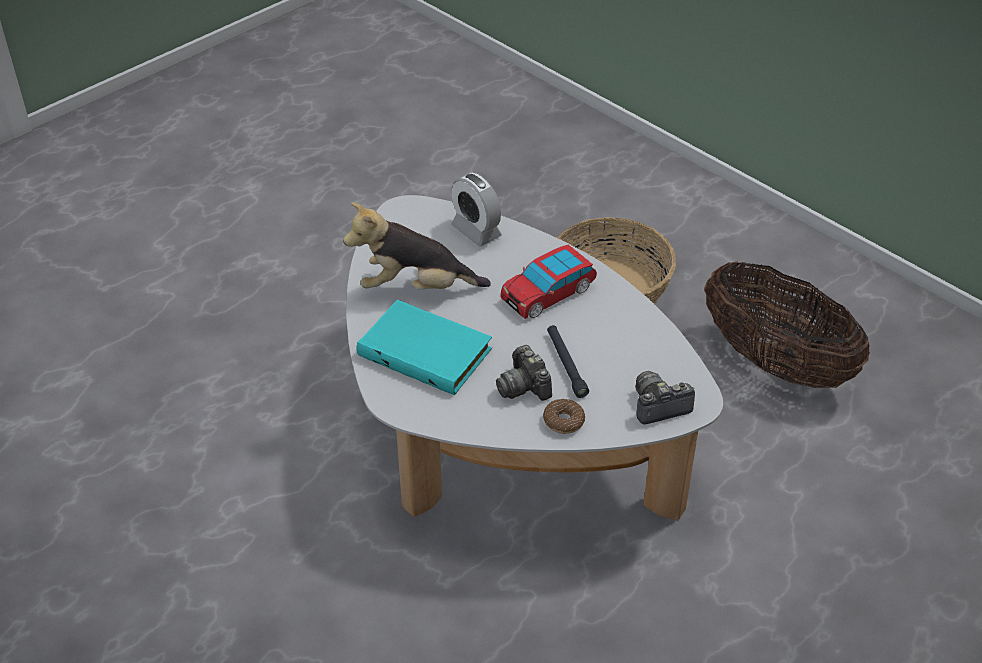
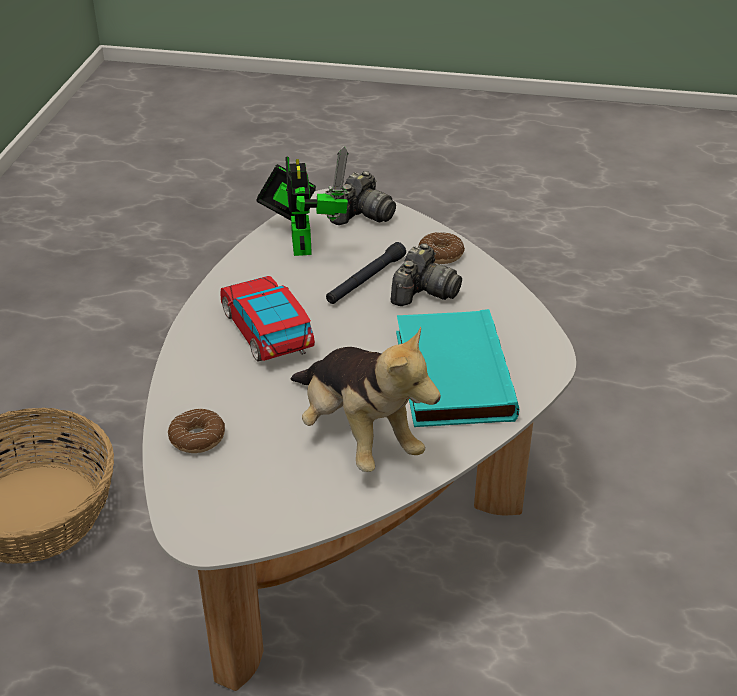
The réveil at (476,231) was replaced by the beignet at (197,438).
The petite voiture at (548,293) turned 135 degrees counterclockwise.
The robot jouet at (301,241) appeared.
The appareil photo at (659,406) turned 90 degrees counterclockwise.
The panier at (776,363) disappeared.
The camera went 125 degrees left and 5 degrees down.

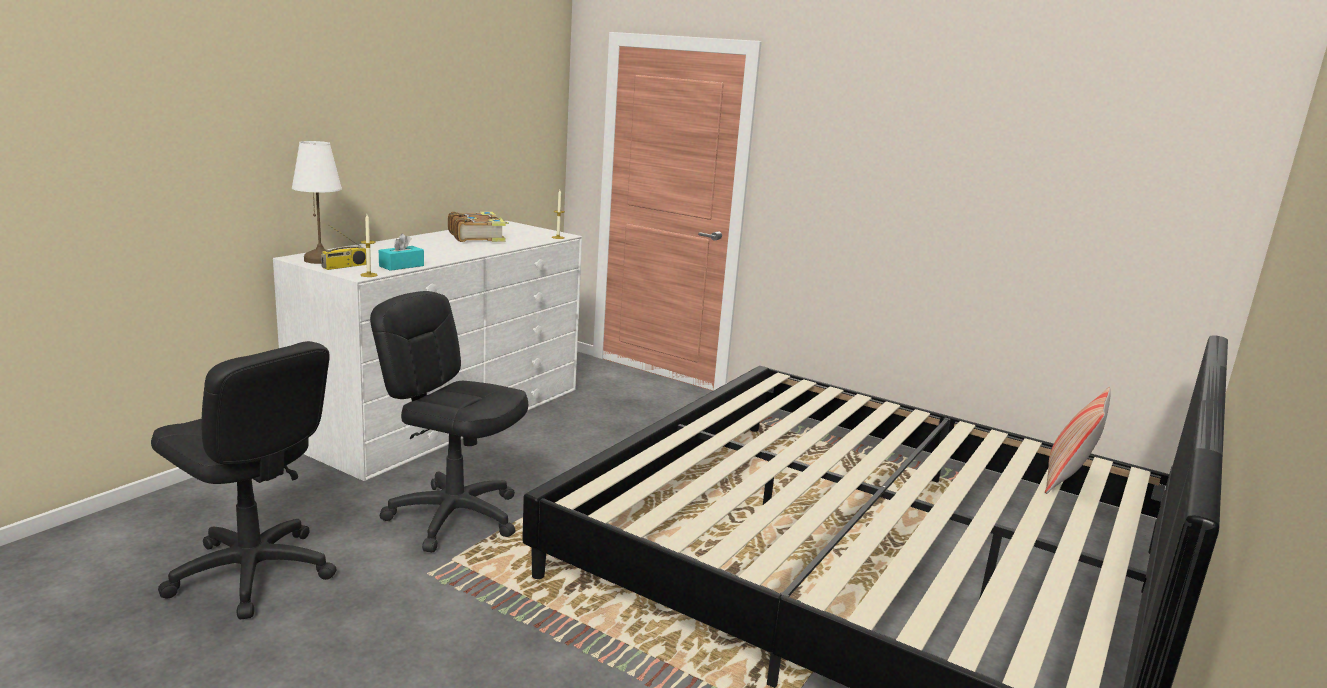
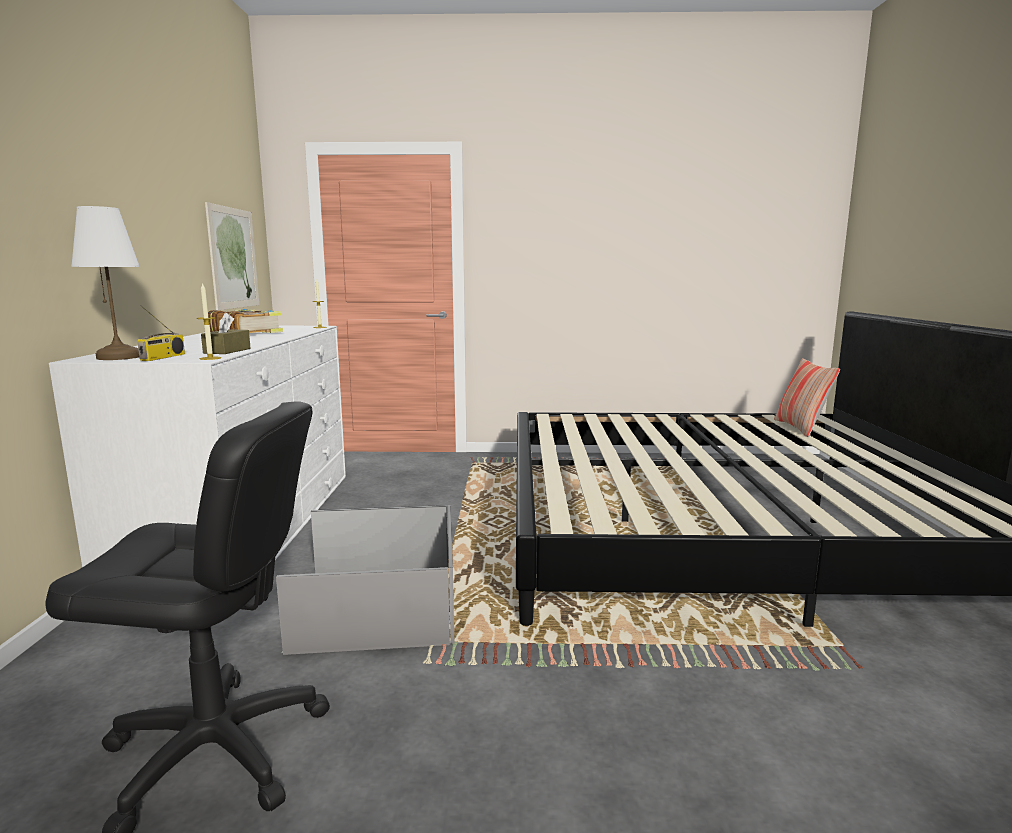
The boîte à mouchoirs [turquoise] at (401,266) became the boîte à mouchoirs [marron] at (227,351).
The tableau at (233,258) appeared.
The chaise de bureau [noir] at (454,516) was replaced by the boîte de rangement [gris] at (377,604).
The camera went 30 degrees left and 5 degrees down.

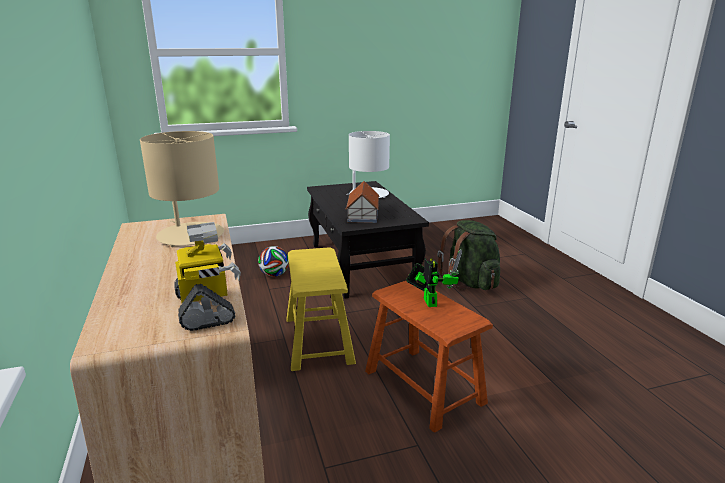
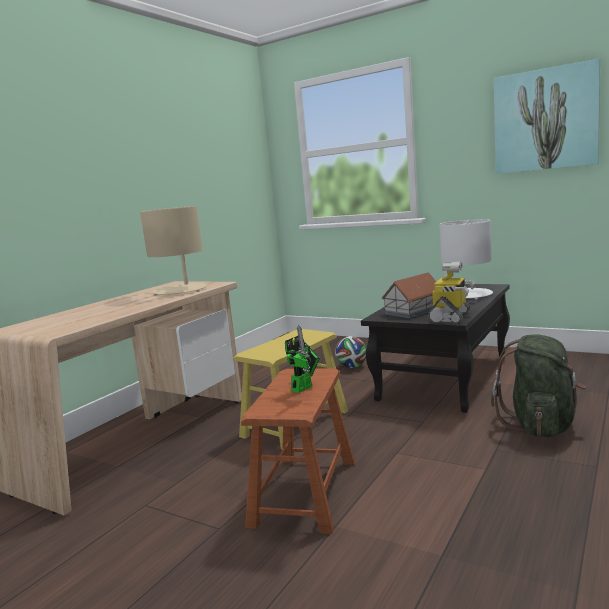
The robot jouet moved from (206,309) to (451,317).
The tableau at (545,120) appeared.
The camera went 50 degrees right and 10 degrees down.

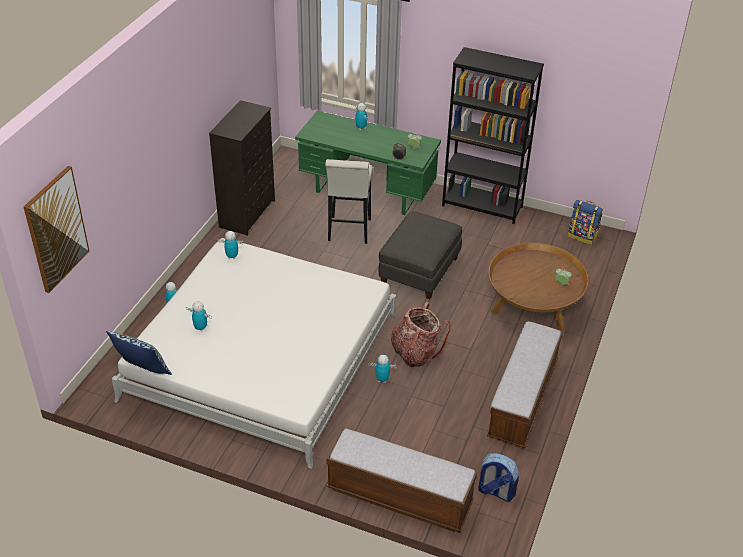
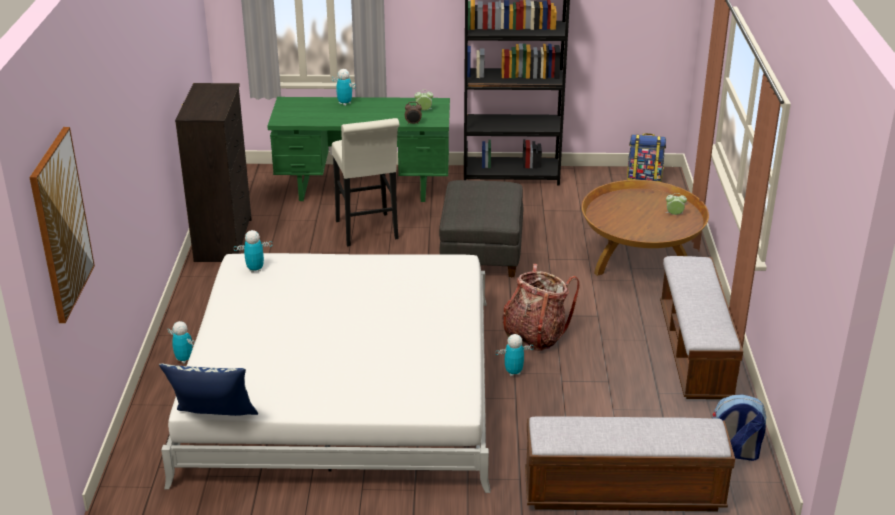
The robot jouet at (200,328) disappeared.
The camera went 20 degrees left and 10 degrees down.

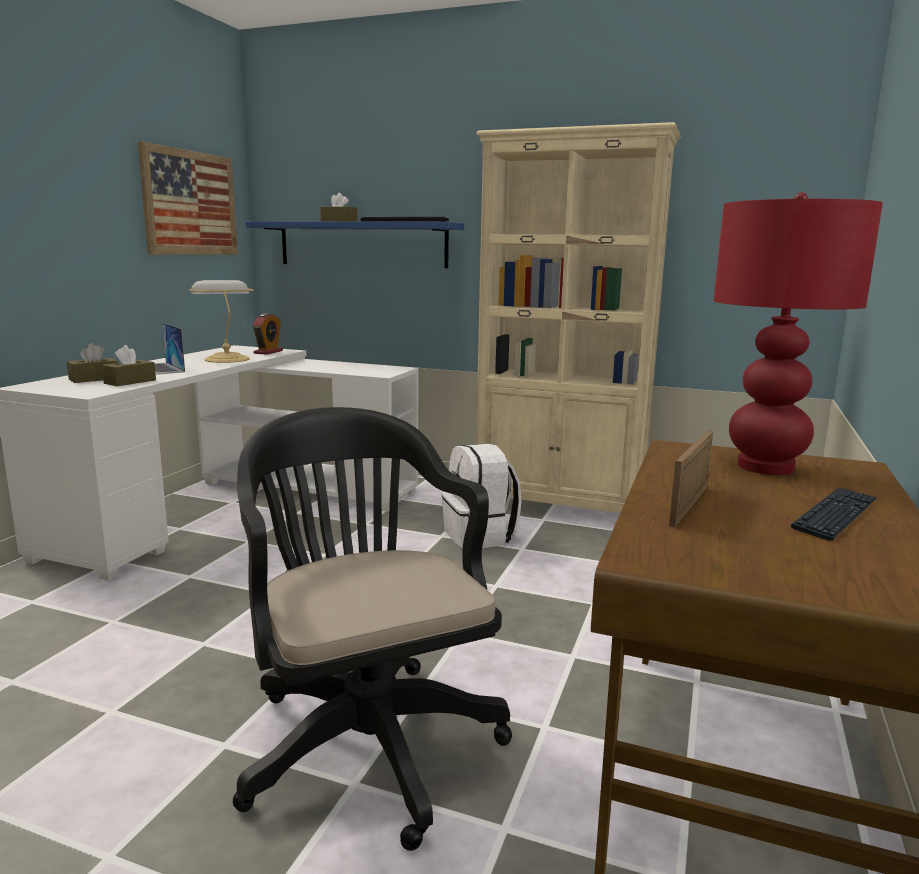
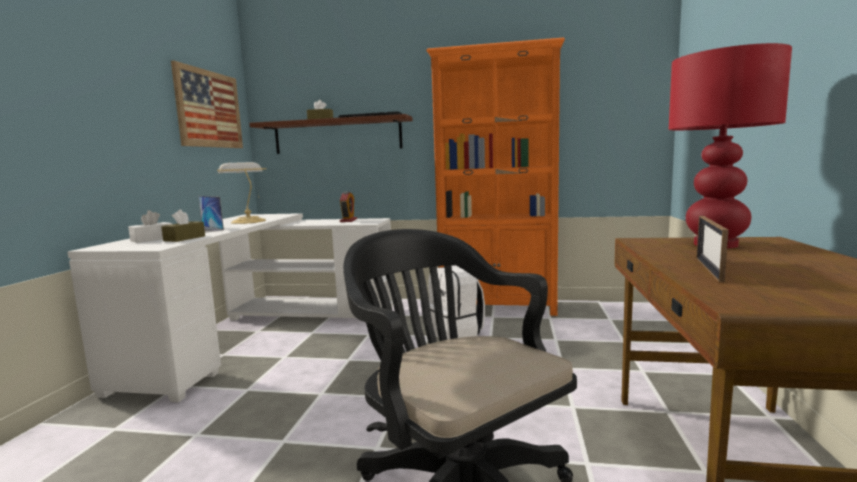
The boîte à mouchoirs [marron] at (94,379) became the boîte à mouchoirs [blanc] at (152,239).
The étagère [bleu] at (362,244) became the étagère [marron] at (337,136).
The réveil moved from (268,352) to (348,220).
The bibliothèque [beige] at (559,507) became the bibliothèque [orange] at (498,307).
The clavier at (836,515) disappeared.
The camera went 10 degrees left and 5 degrees down.

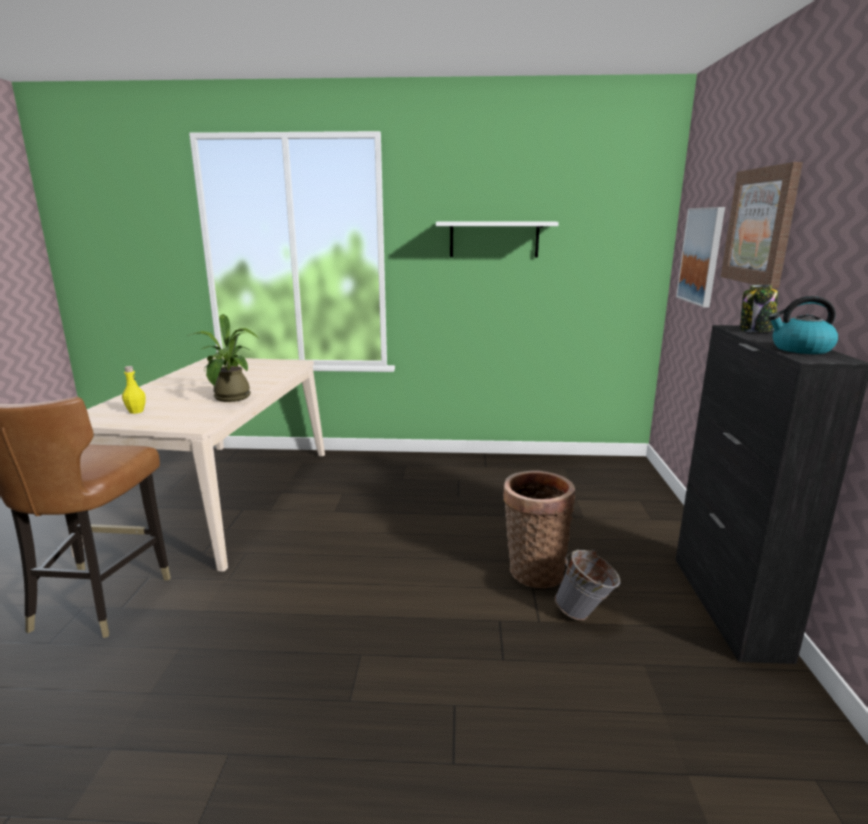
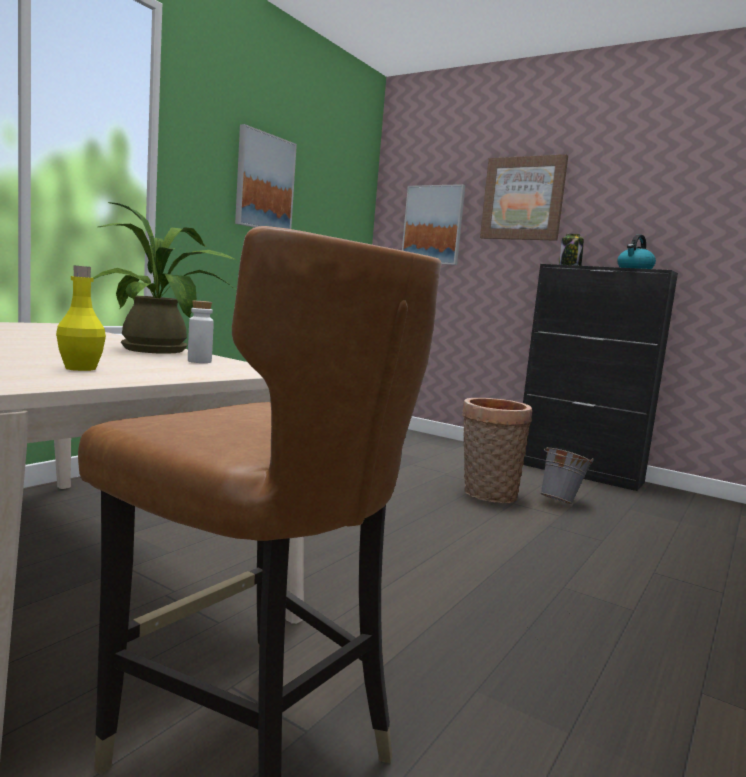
The bouteille [blanc] at (199,361) appeared.
The étagère [blanc] at (494,239) was replaced by the tableau at (264,182).
The camera went 60 degrees left and 10 degrees down.

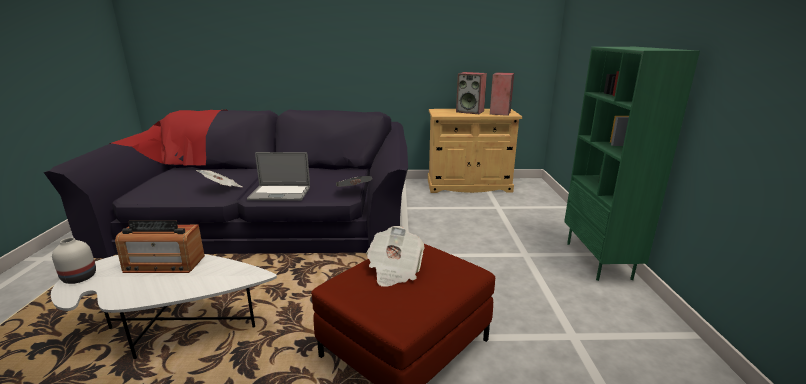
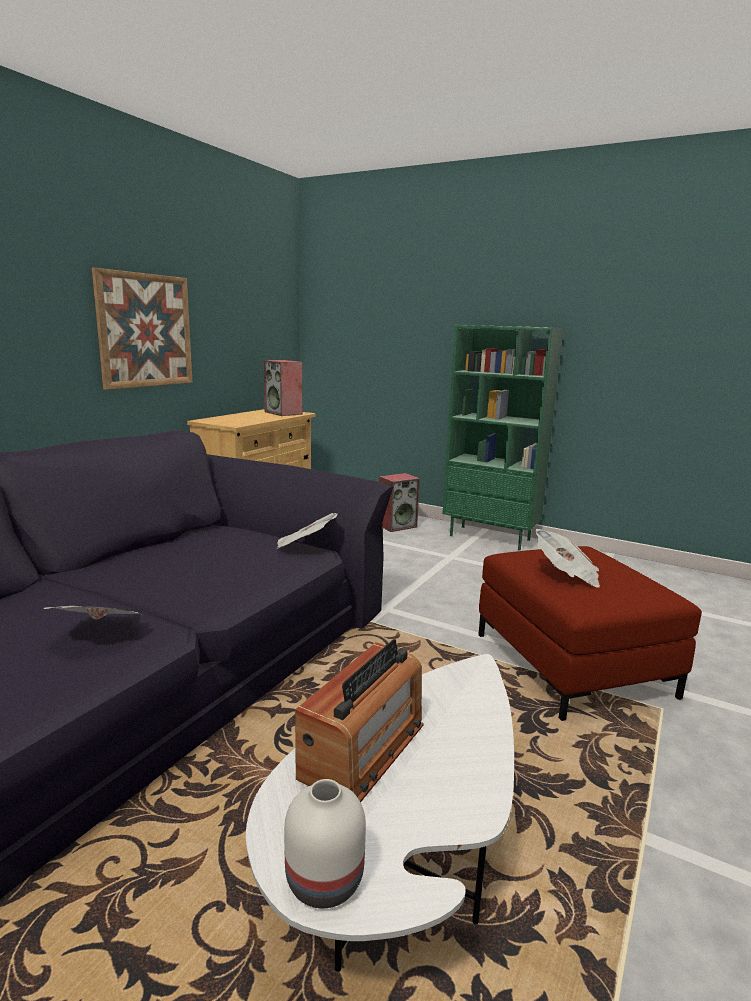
The tableau at (145,330) appeared.
The enceinte moved from (470,111) to (397,525).
The ordinateur portable at (280,193) disappeared.
The camera went 60 degrees left and 5 degrees down.

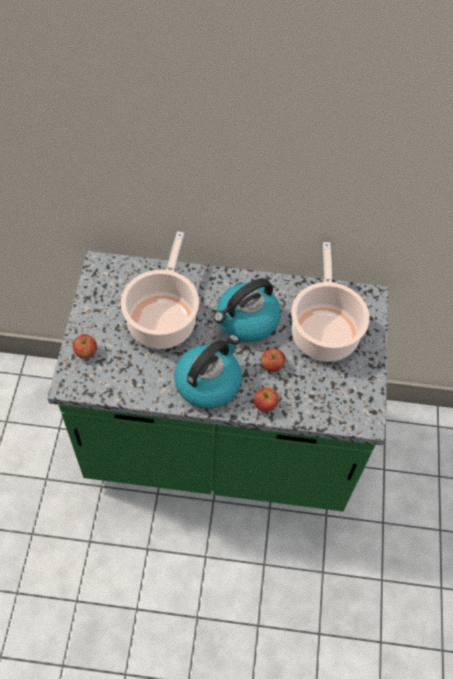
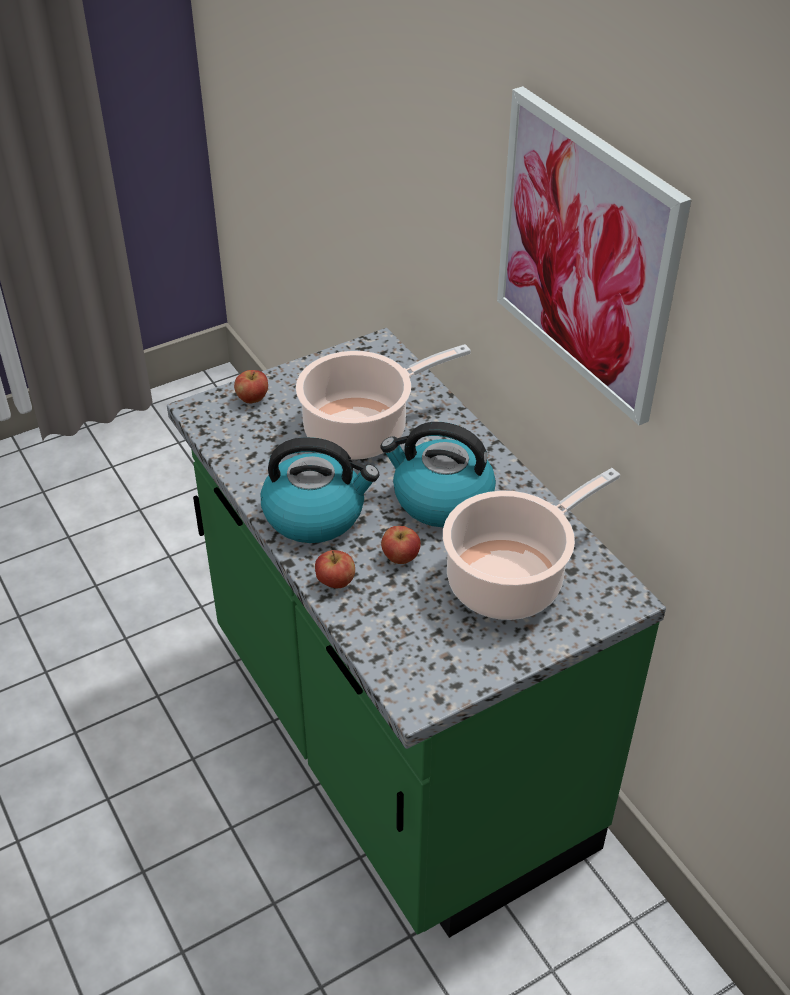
The tableau at (586,255) appeared.
The camera went 55 degrees right and 15 degrees down.

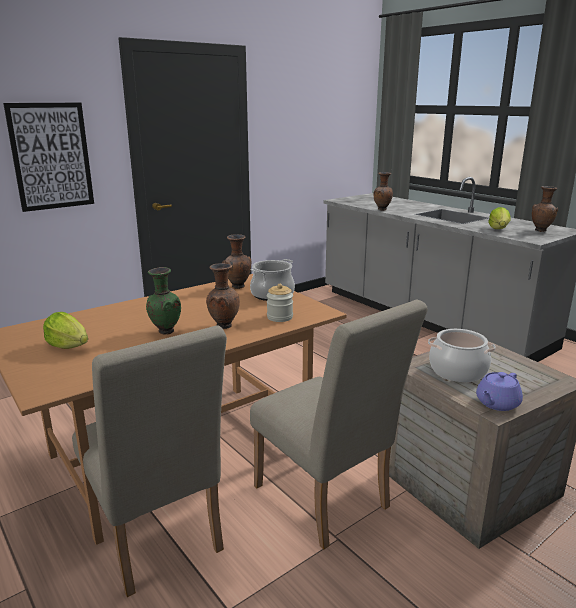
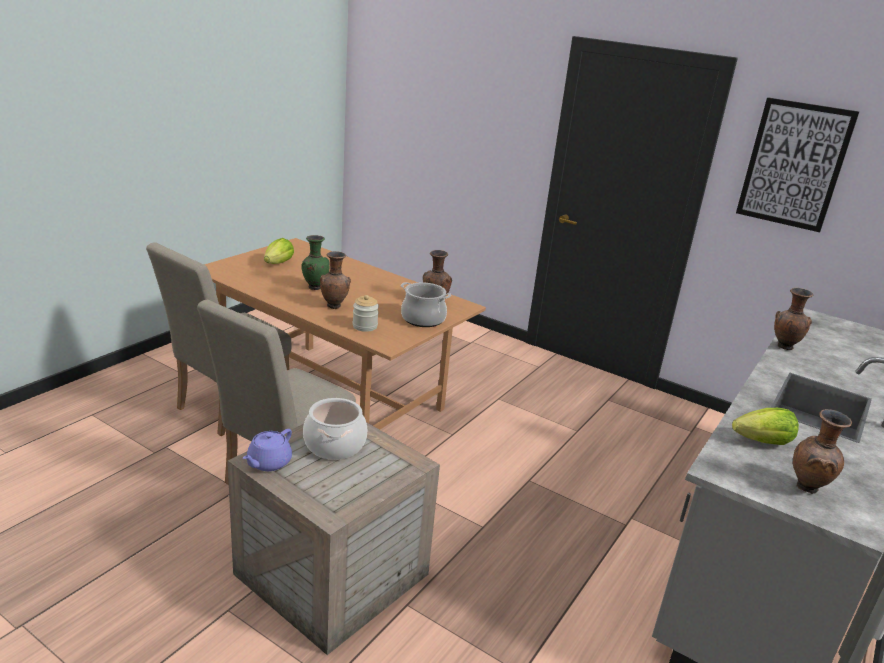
The théière [violet] at (496,403) turned 90 degrees counterclockwise.
The tableau moved from (51,156) to (794,165).
The camera went 70 degrees right and 5 degrees up.

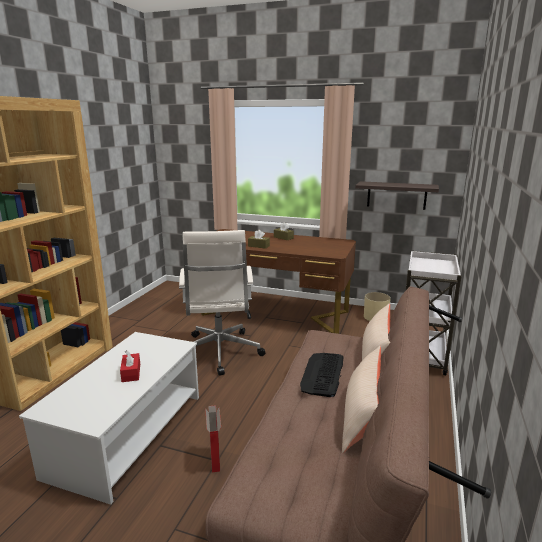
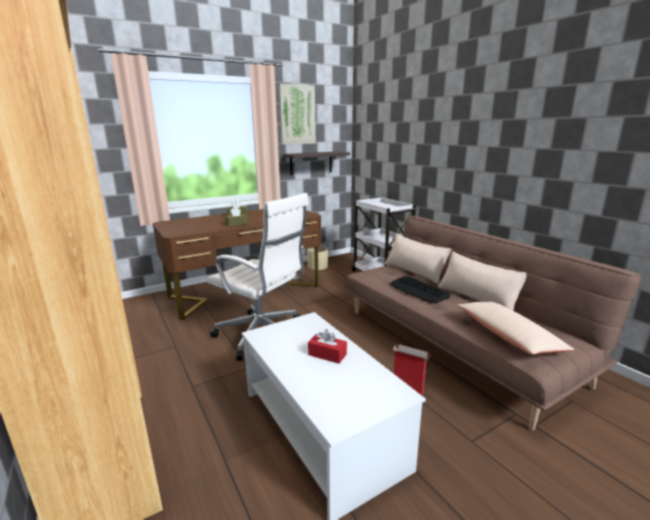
The tableau at (297,115) appeared.
The coussin [beige] at (508,336) appeared.
The camera went 50 degrees left and 0 degrees up.

